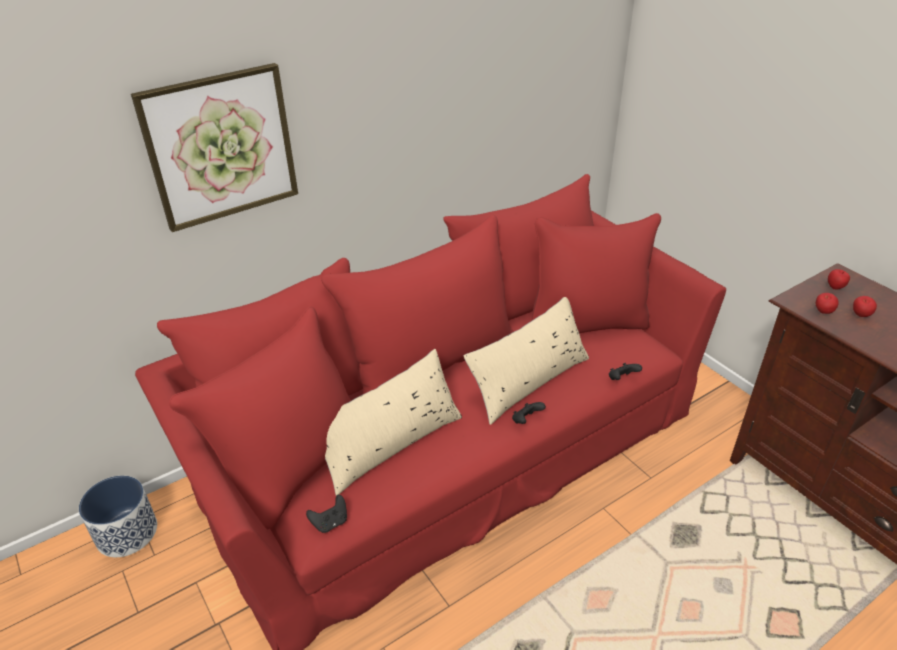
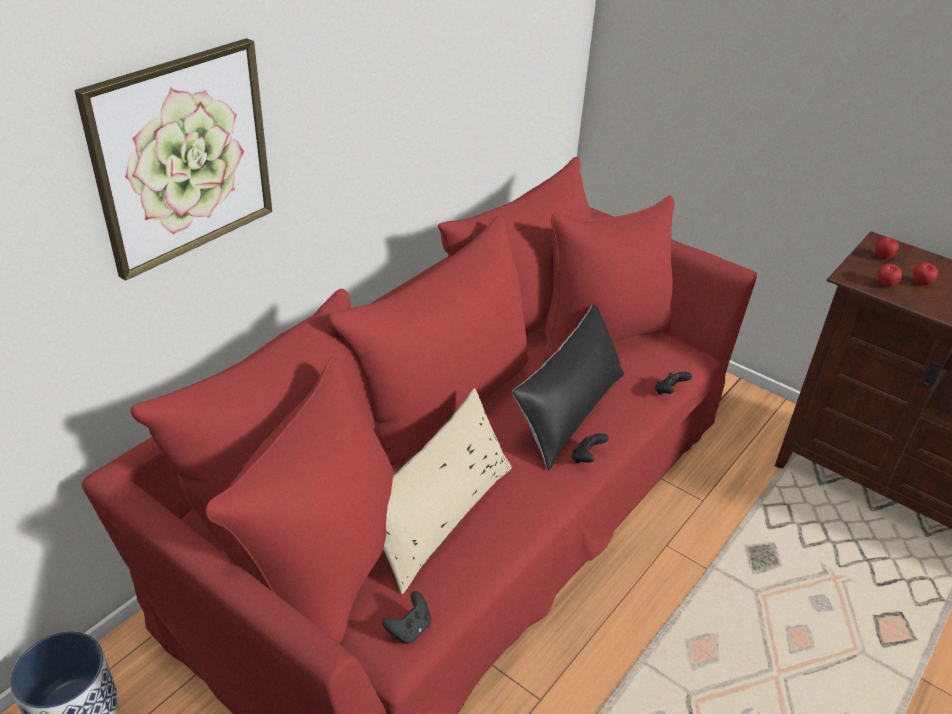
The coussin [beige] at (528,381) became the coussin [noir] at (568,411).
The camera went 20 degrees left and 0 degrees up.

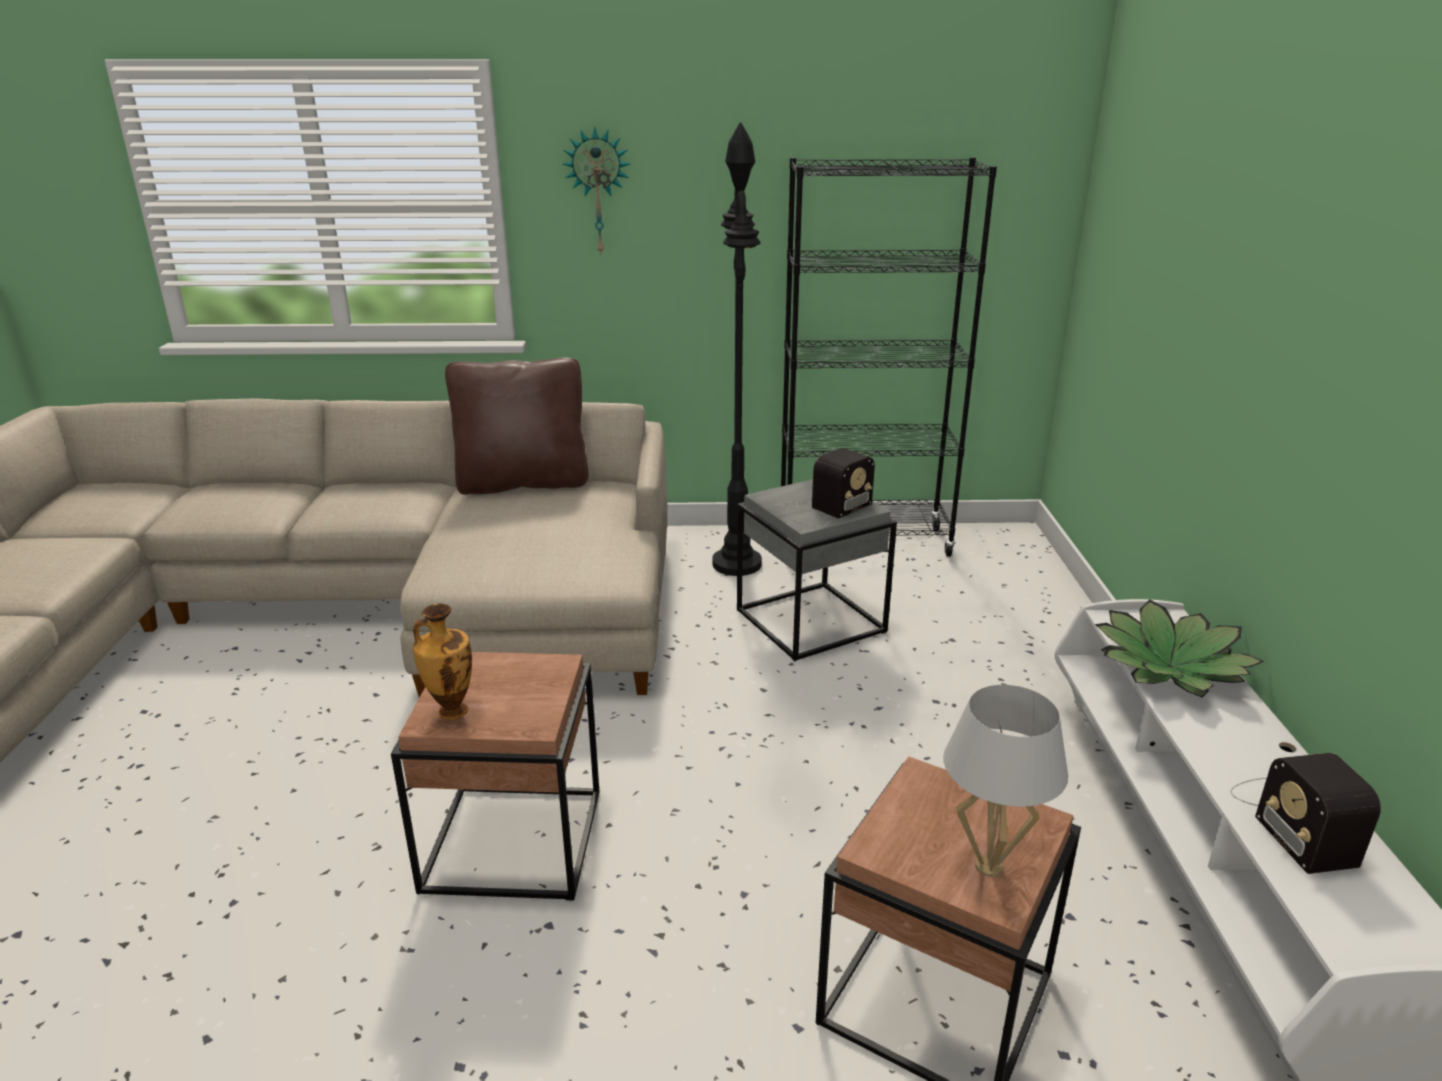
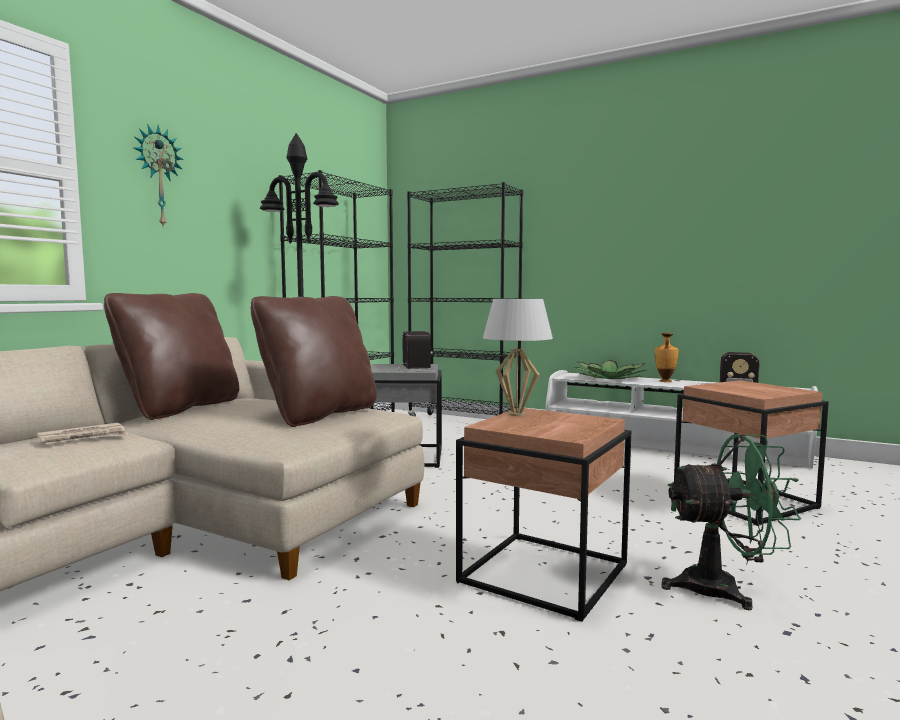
The journal at (84,437) appeared.
The coussin [marron] at (319,414) appeared.
The bibliothèque [noir] at (464,423) appeared.
The lampe de table [blanc] moved from (989,867) to (516,414).
The vase moved from (451,710) to (665,381).
The ventilateur [vert] at (724,588) appeared.
The camera went 60 degrees left and 20 degrees down.

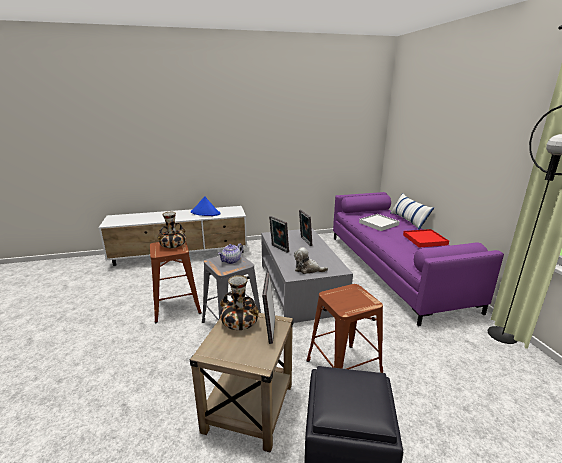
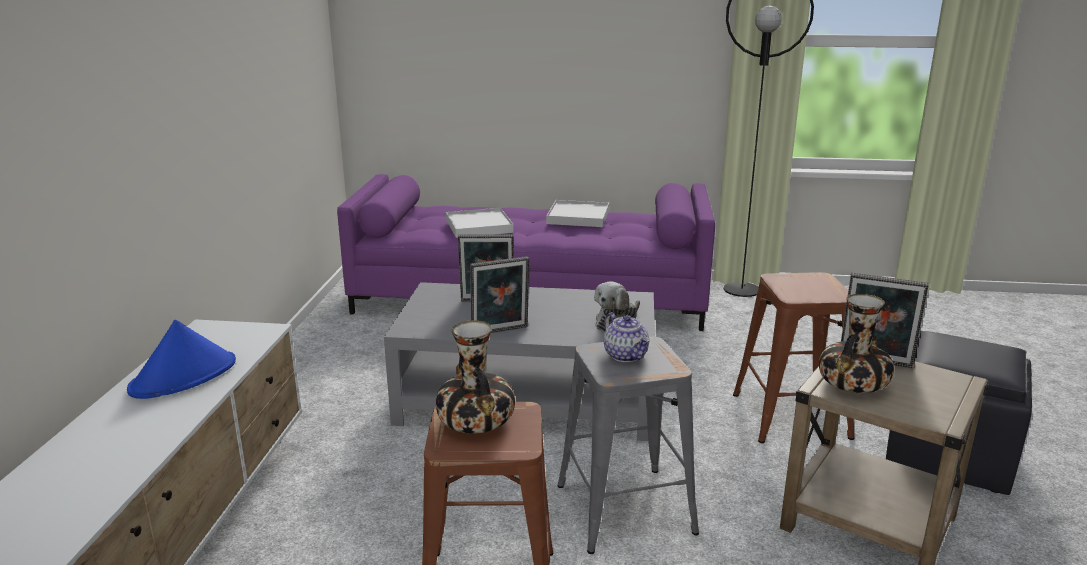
The plateau [rouge] at (425,240) became the plateau [blanc] at (578,217).
The coussin at (408,220) disappeared.
The camera went 70 degrees left and 0 degrees up.

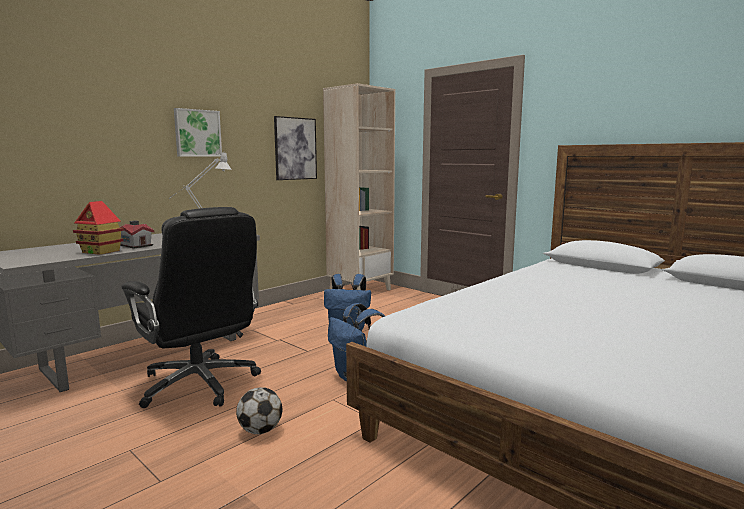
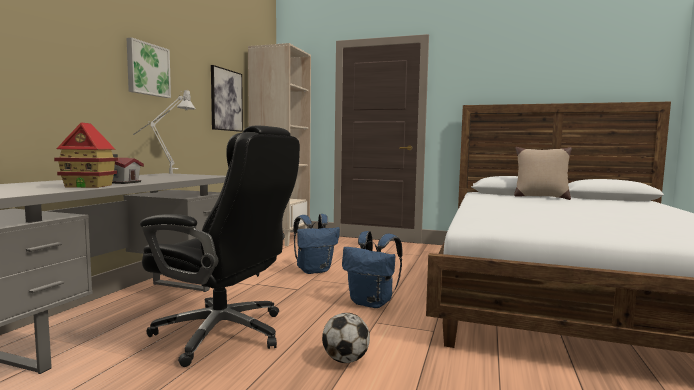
The coussin [beige] at (540,197) appeared.
The camera went 25 degrees left and 5 degrees down.

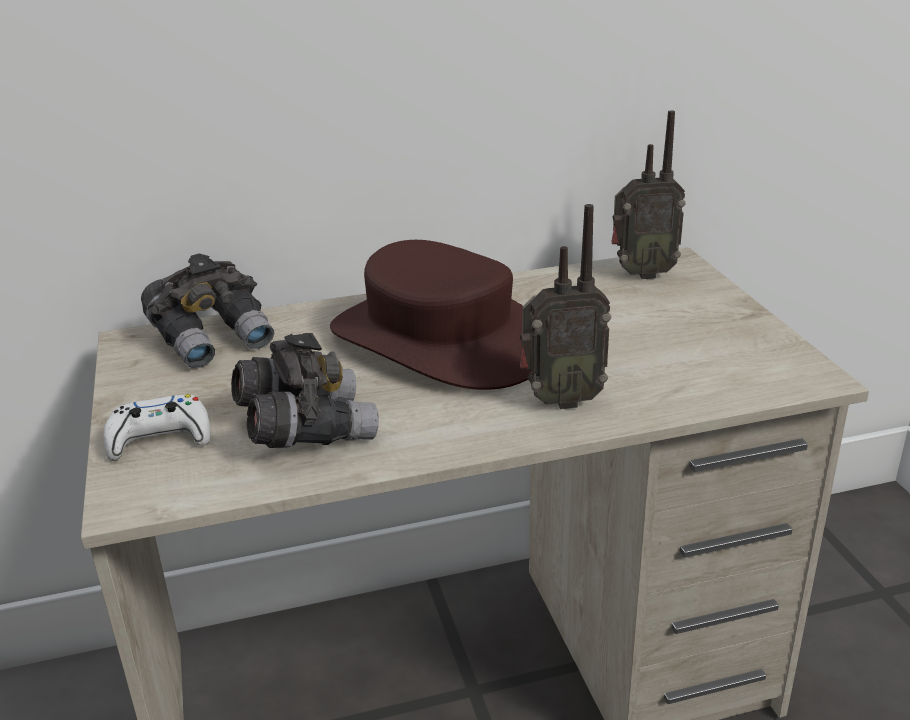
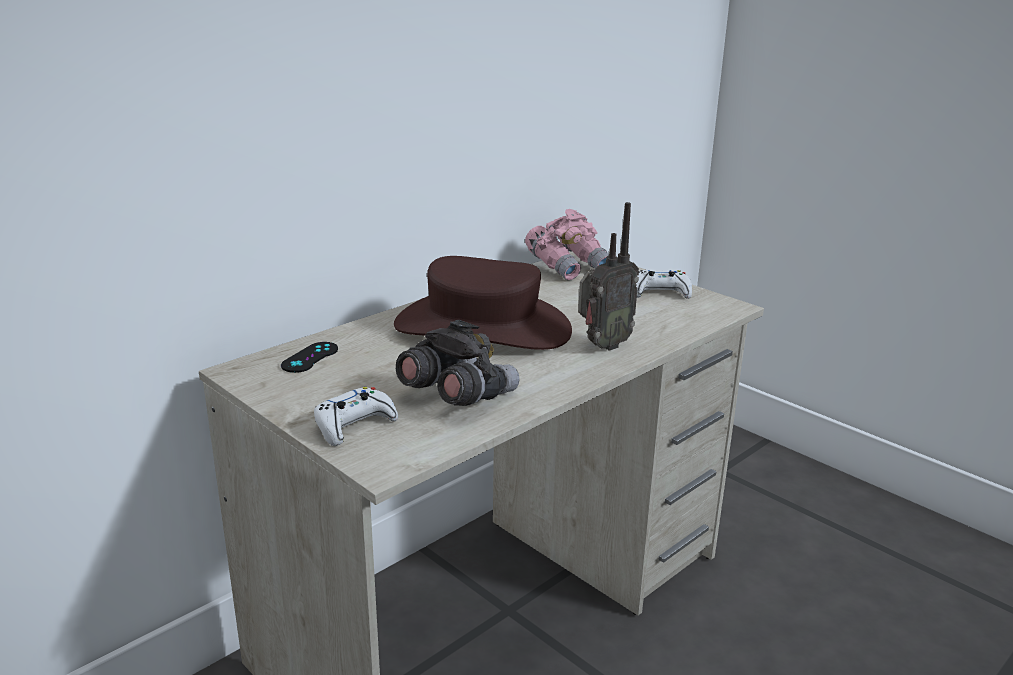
The jumelles [gris] at (214,340) was replaced by the manette [noir] at (310,357).
The radio at (641,273) was replaced by the jumelles [rose] at (568,267).
The manette [blanc] at (659,292) appeared.
The camera went 30 degrees left and 5 degrees down.

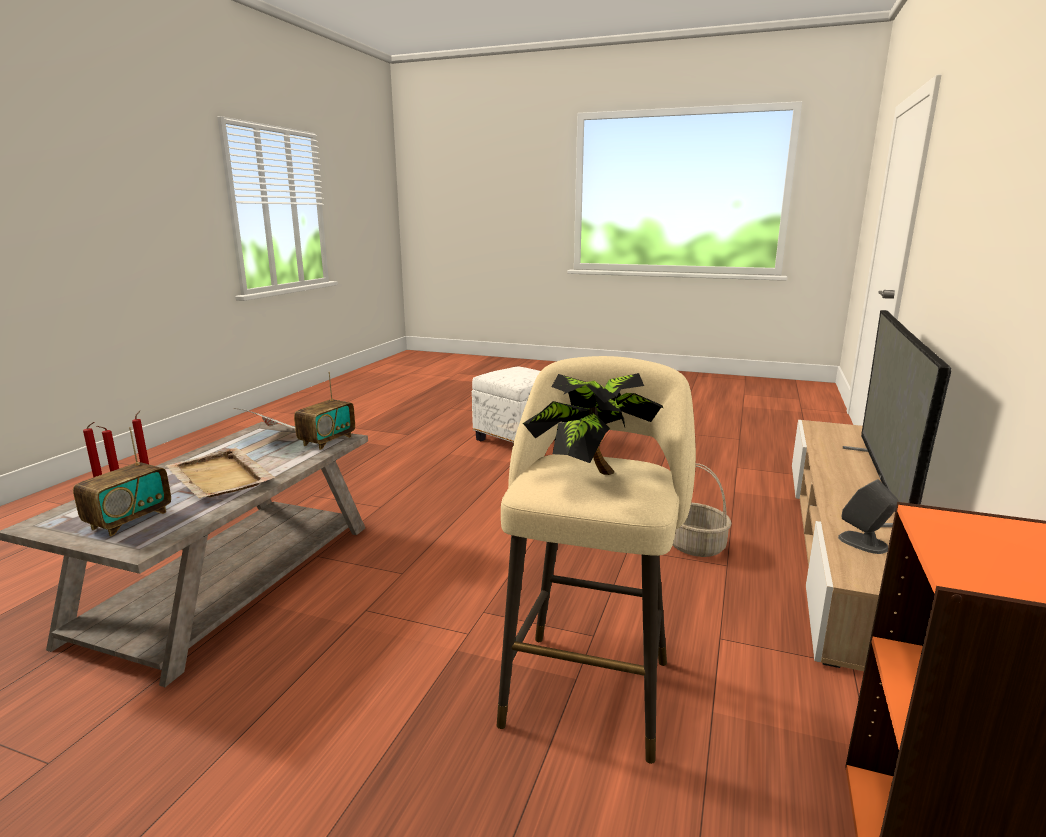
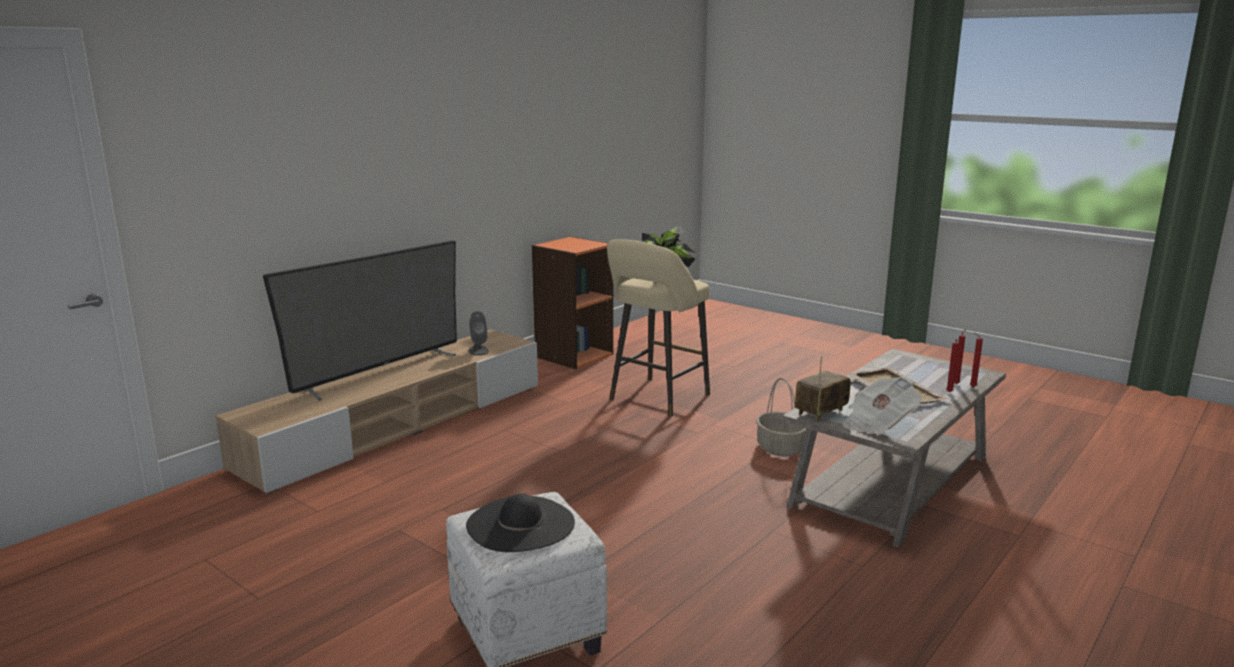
The chapeau [noir] at (520,524) appeared.
The panier moved from (695,546) to (779,448).
The radio at (129,520) disappeared.
The camera went 160 degrees left and 0 degrees up.

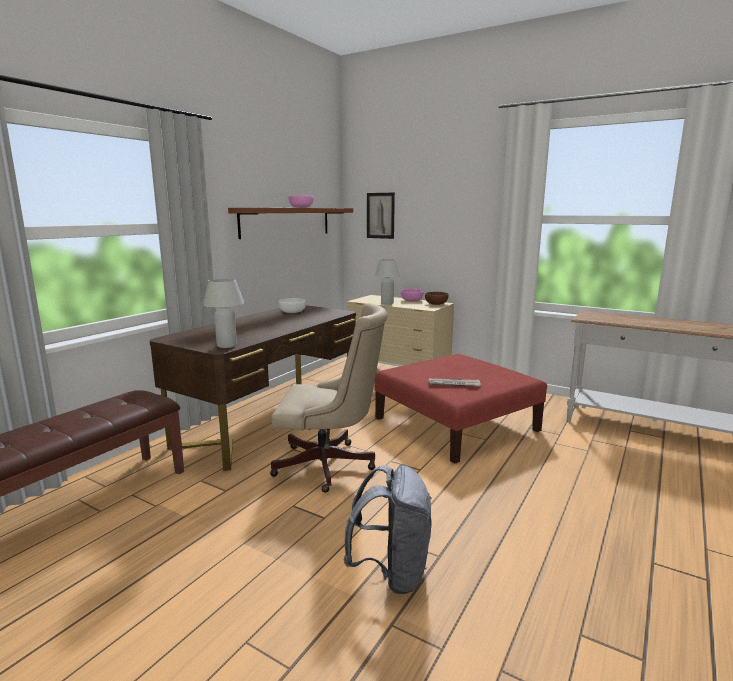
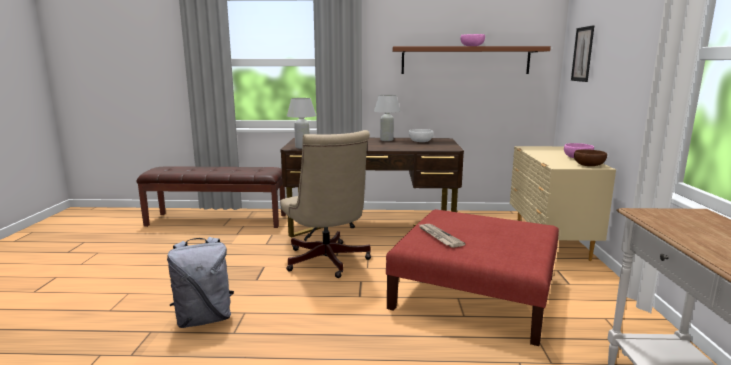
The lampe de table [blanc] moved from (387,303) to (386,140).
The camera went 60 degrees right and 0 degrees up.

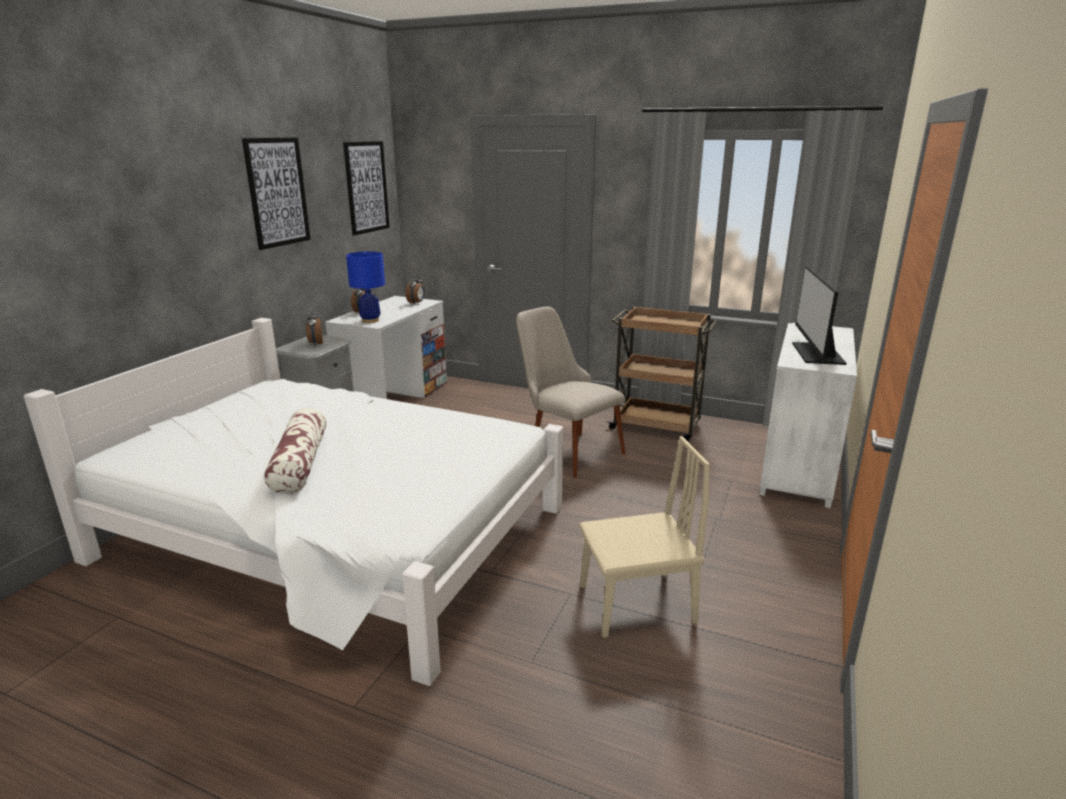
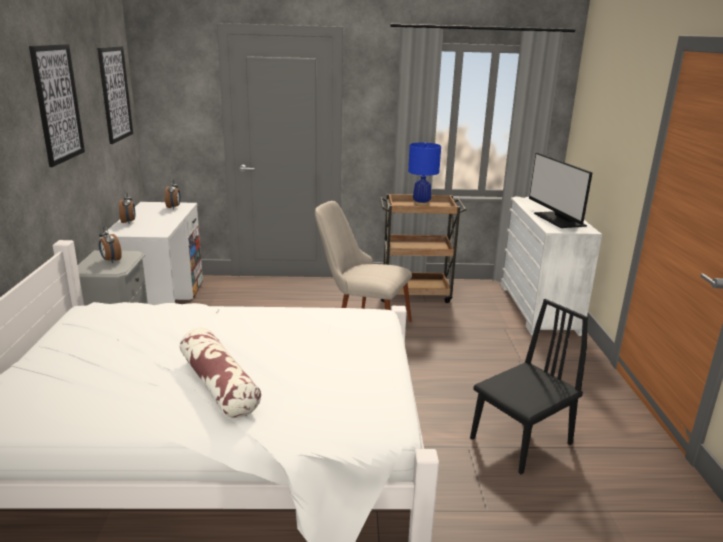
The lampe de table [bleu] moved from (370,320) to (421,203).
The chaise [beige] at (636,603) became the chaise [noir] at (521,441).
The camera went 25 degrees left and 0 degrees up.

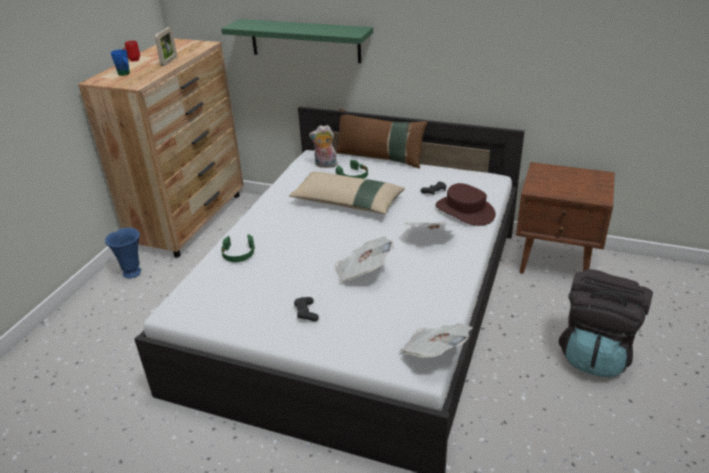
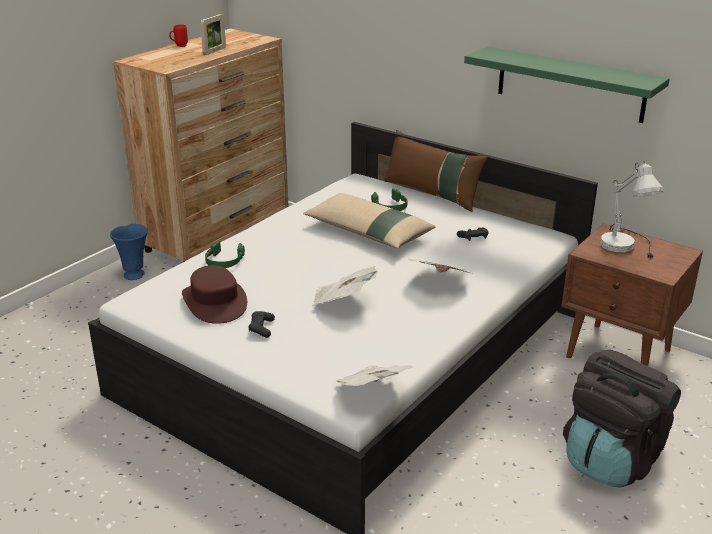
The chapeau [marron] moved from (465,211) to (215,302).
The étagère [vert] moved from (305,40) to (570,84).
The lampe de table [blanc] at (628,248) appeared.
The mug [bleu] at (125,74) disappeared.
The peluche at (325,165) disappeared.
The camera went 15 degrees right and 5 degrees down.

